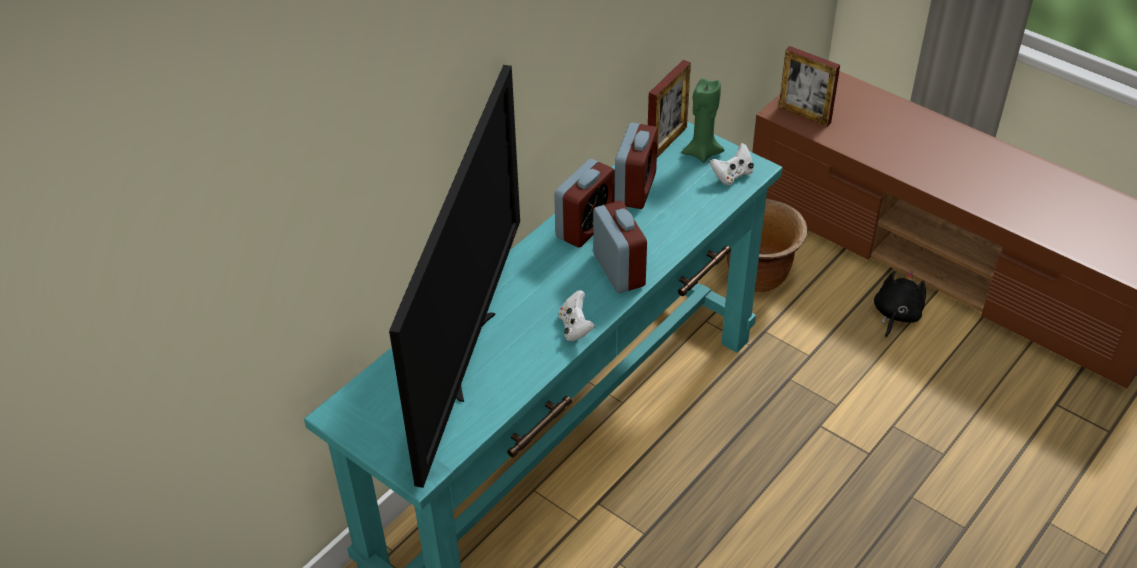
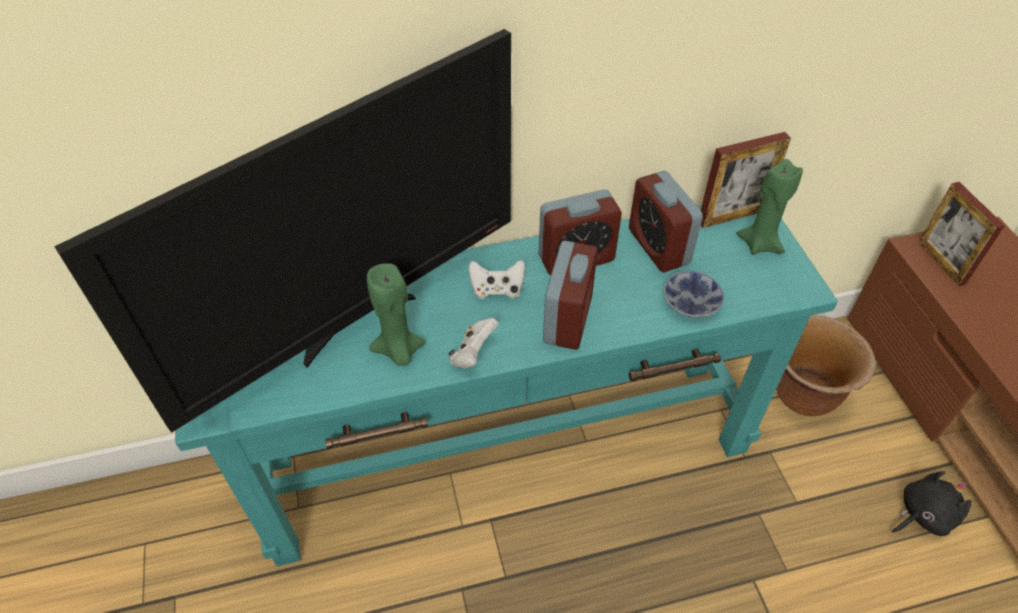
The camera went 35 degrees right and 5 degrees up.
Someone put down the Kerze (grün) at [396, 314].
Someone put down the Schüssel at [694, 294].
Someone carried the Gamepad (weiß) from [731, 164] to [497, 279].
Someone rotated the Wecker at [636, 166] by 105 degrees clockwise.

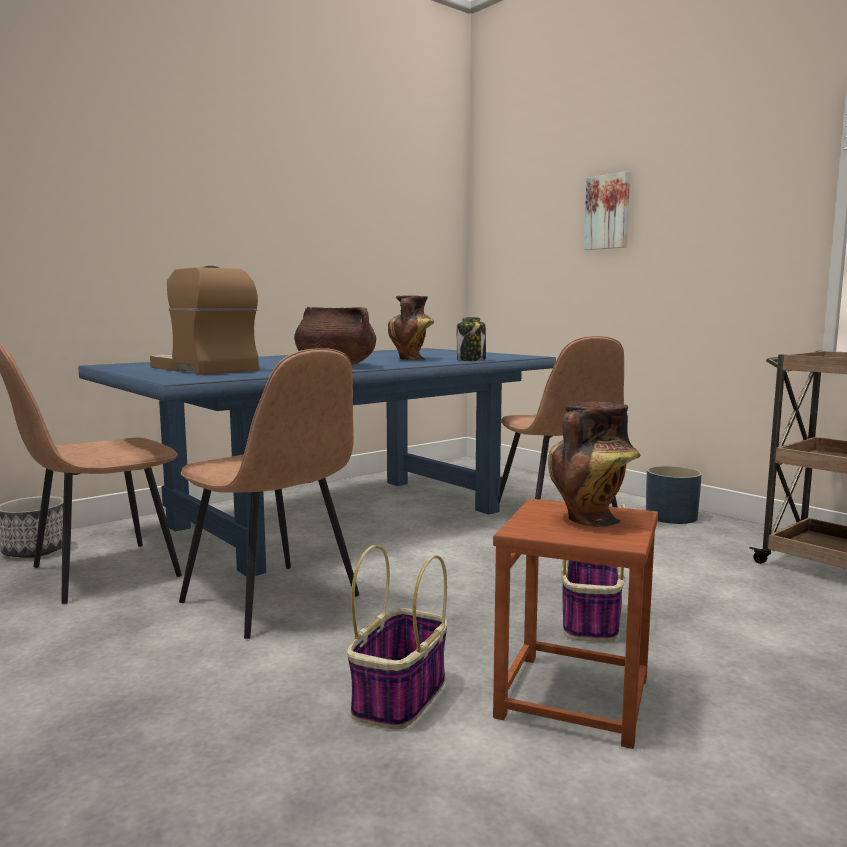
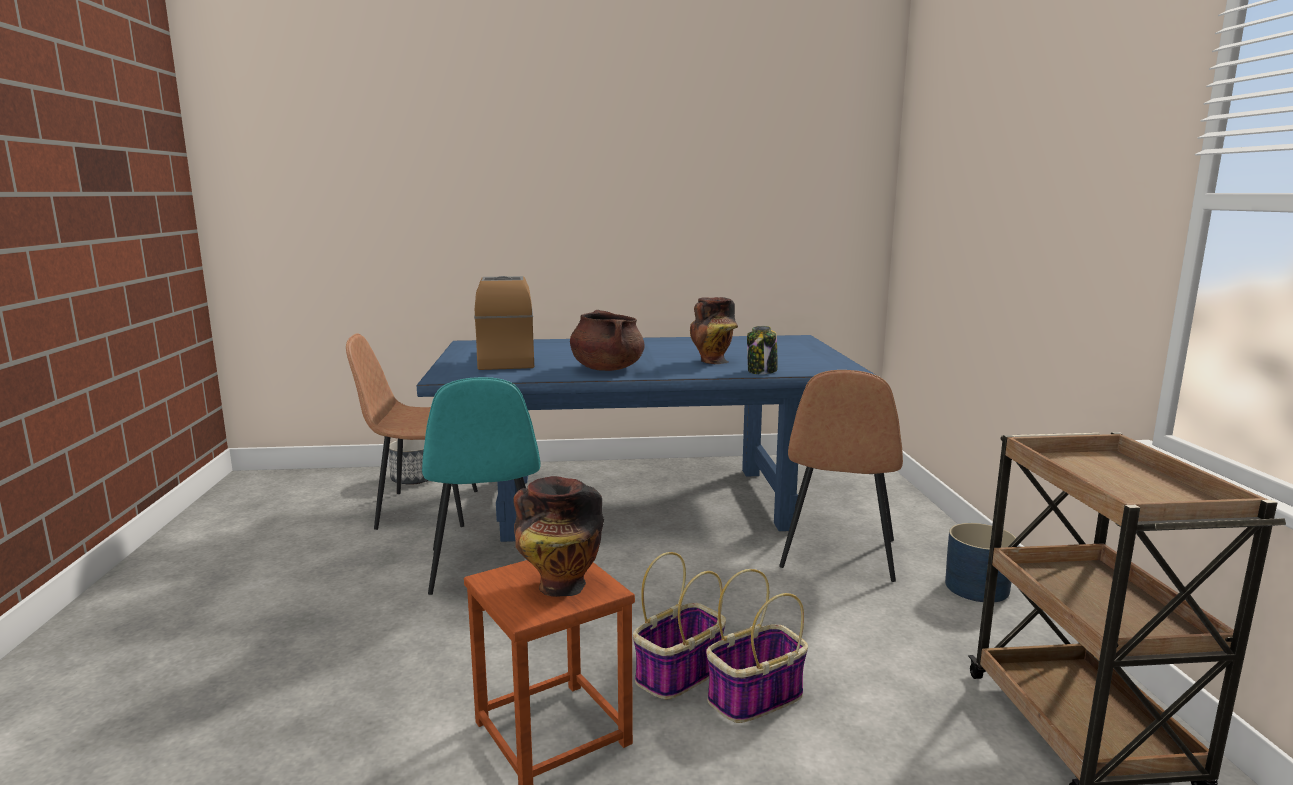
The camera went 35 degrees right and 5 degrees up.
Someone took away the Bild at [607, 210].
Someone carried the Korb from [397, 637] to [757, 646].
Someone repainted the Stuhl (braun) at [269, 493], which became the Stuhl (türkis) at [481, 486].

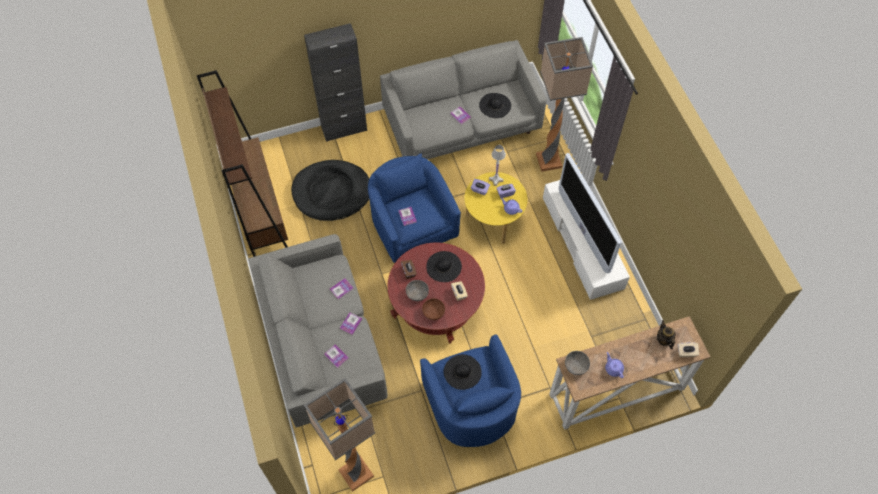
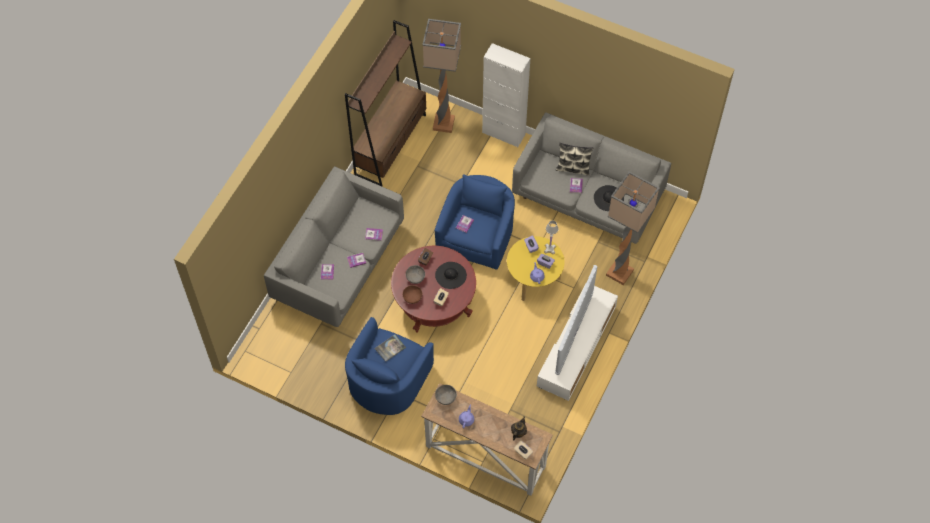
The camera went 45 degrees right and 0 degrees up.
Someone took away the Hundebett (schwarz) at [330, 190].
Someone put down the Kissen at [574, 159].
Someone carried the Stehlampe from [339, 434] to [441, 76].
Someone swapped the Hut (schwarz) at [463, 372] for the Buch at [390, 348].
Someone repainted the Schrank (schwarz) at [335, 82], which became the Schrank (weiß) at [506, 95].

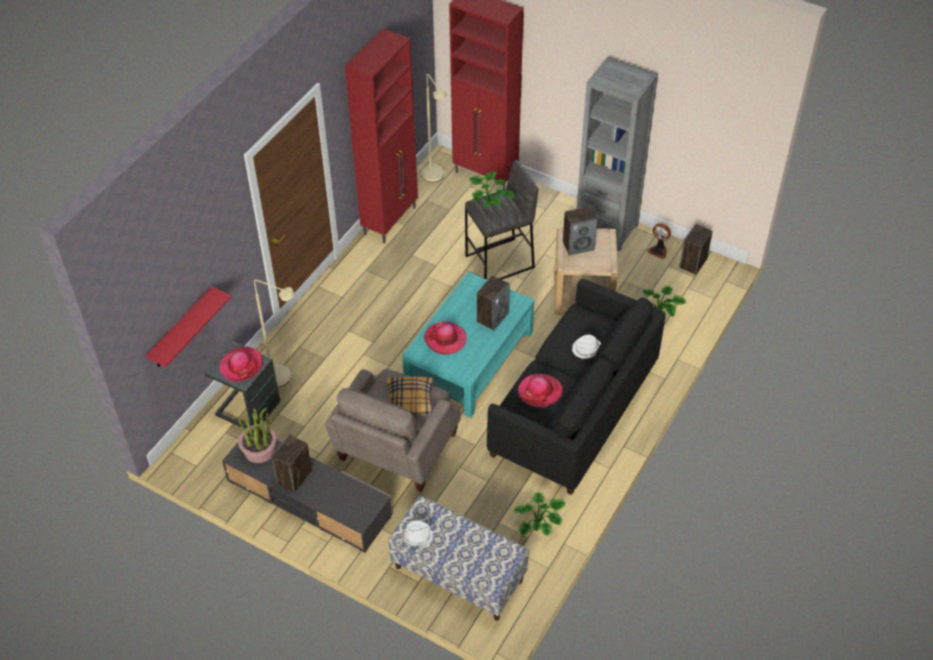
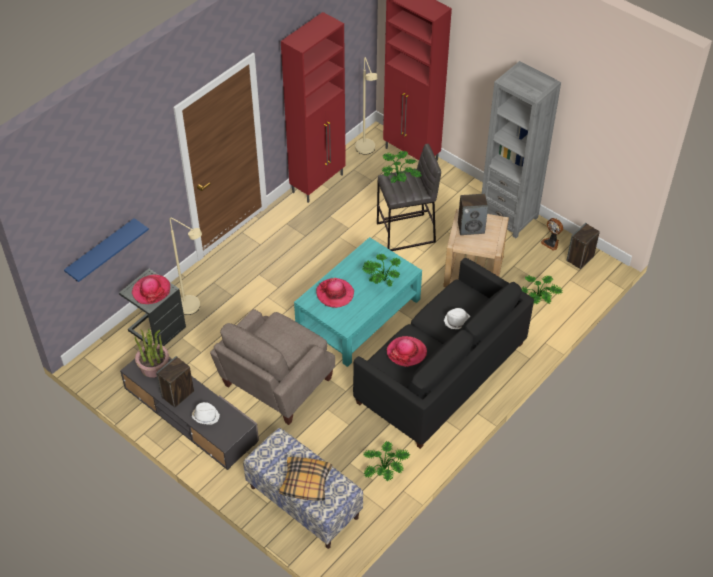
The camera went 10 degrees right and 0 degrees up.
Someone carried the Kissen from [410, 396] to [305, 479].
Someone carried the Hut (weiß) from [417, 533] to [206, 413].
Someone swapped the Lautsprecher at [493, 303] for the Topfpflanze at [382, 270].
Someone repainted the Wandregal (rot) at [188, 326], which became the Wandregal (blau) at [106, 250].

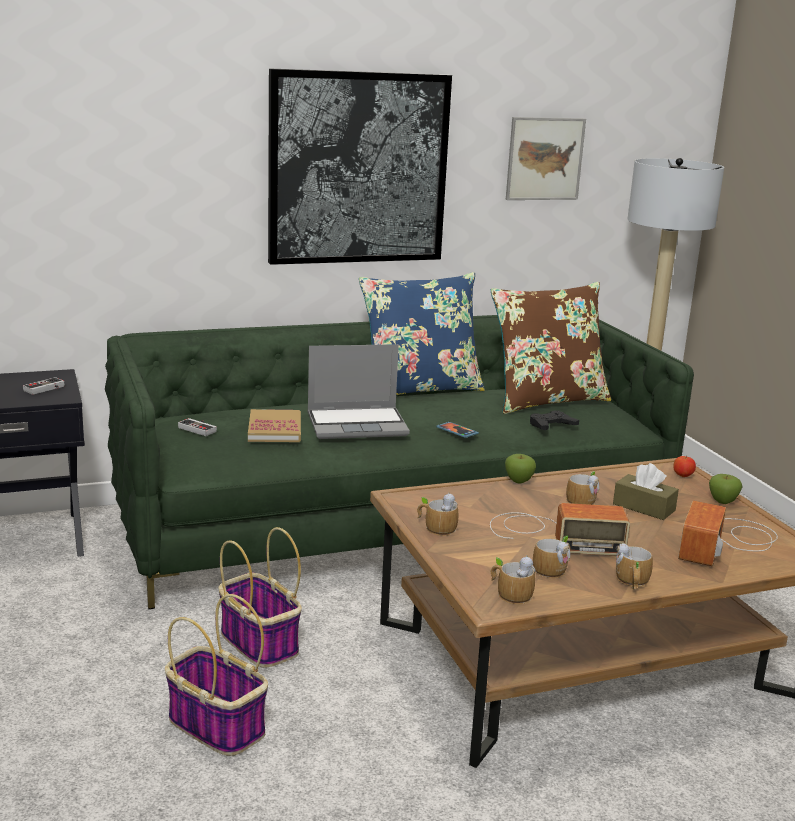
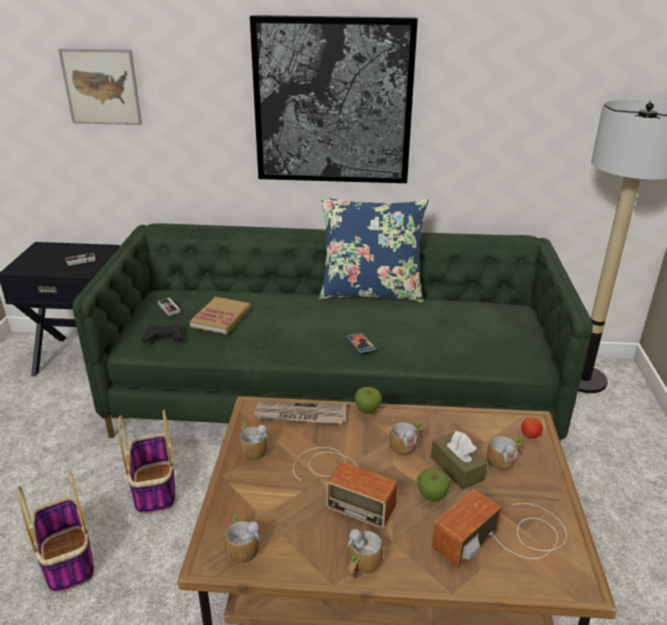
The camera went 25 degrees right and 10 degrees up.
Someone took away the Laptop at [359, 391].
Someone took away the Kissen (braun) at [551, 348].
Someone put down the Zeitung at [300, 413].
Someone carried the Bild from [546, 158] to [100, 86].
Someone carried the Gamepad (schwarz) from [554, 420] to [161, 333].
Someone carried the Henkelbecher from [552, 557] to [505, 453].
Someone carried the Apfel from [726, 489] to [434, 485].

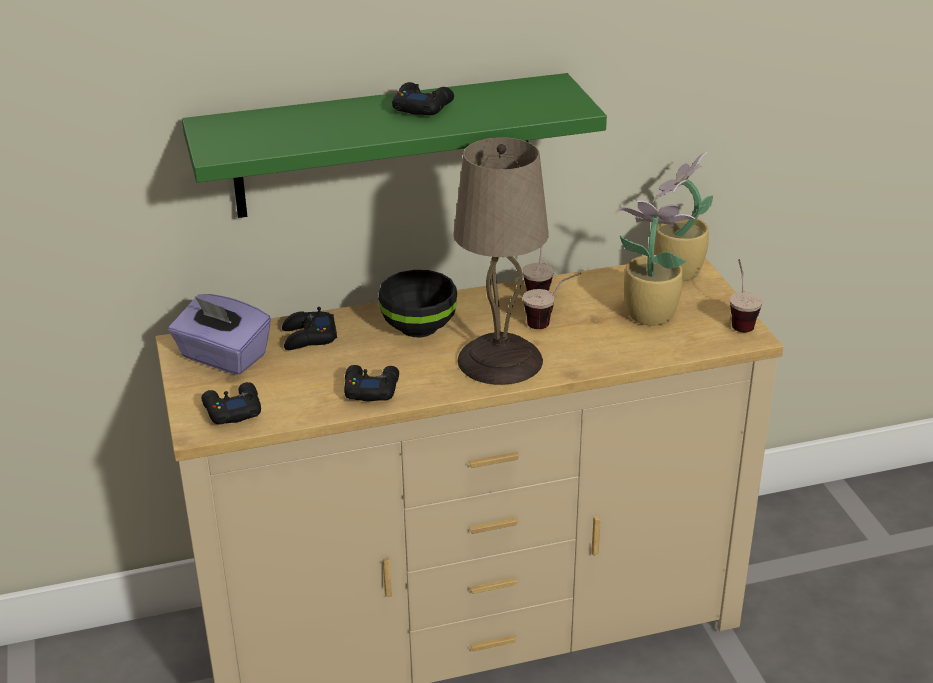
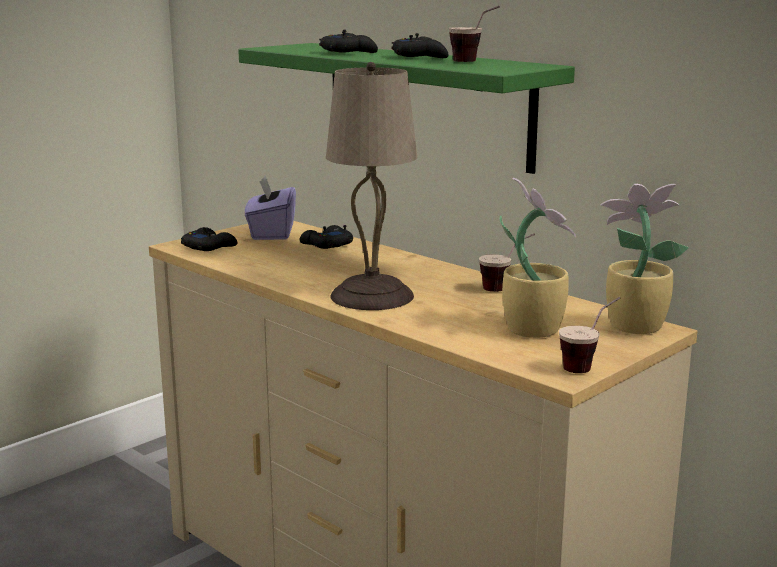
The camera went 60 degrees right and 15 degrees down.
Someone took away the Schüssel (schwarz) at [417, 303].
Someone carried the Gamepad (schwarz) from [371, 383] to [348, 41].
Someone carried the Tasse from [552, 300] to [474, 34].

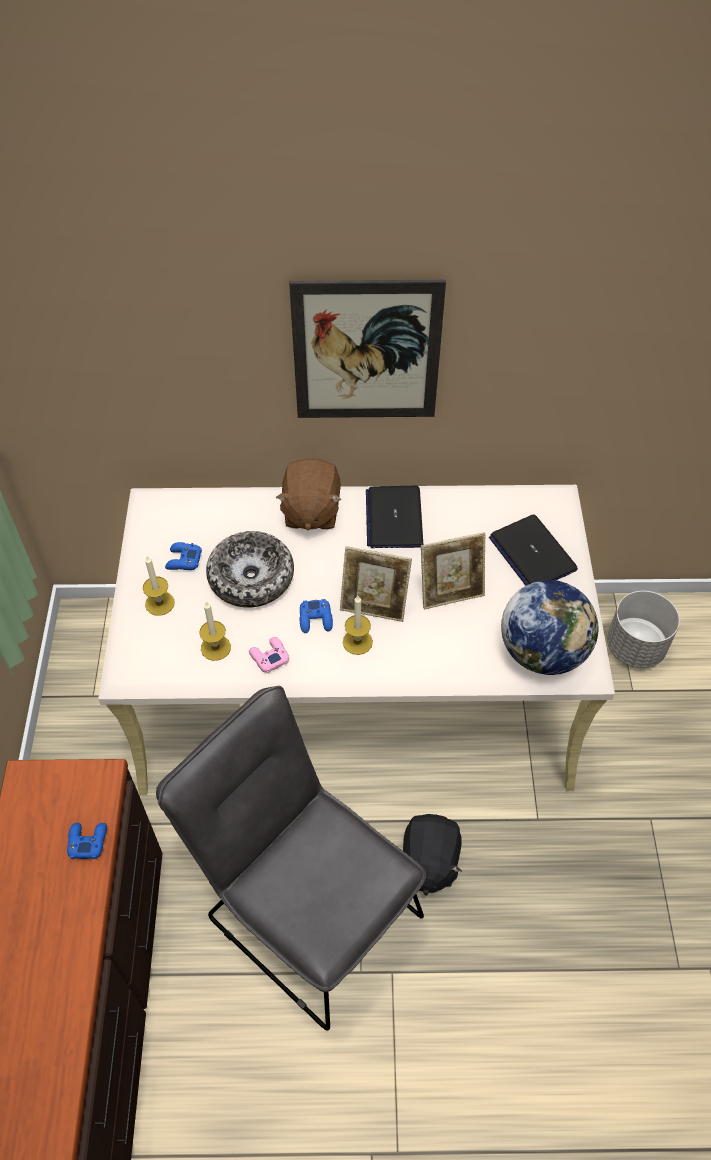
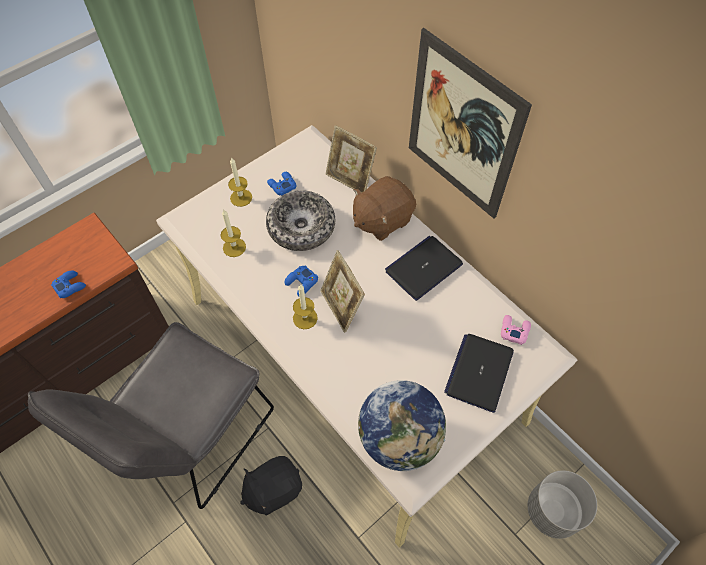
The camera went 50 degrees right and 5 degrees up.
Someone carried the Gamepad (rosa) from [269, 655] to [516, 330].
Someone carried the Bilderrahmen from [453, 570] to [351, 159].
Someone rotated the Stuhl (grau) at [291, 858] by 150 degrees counterclockwise.

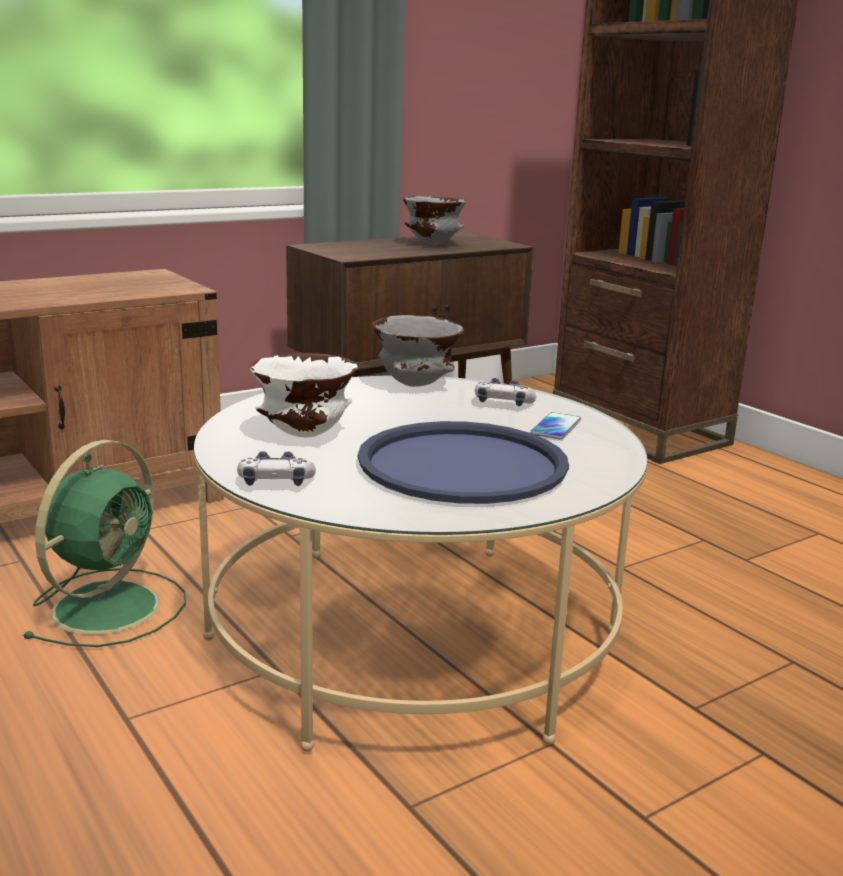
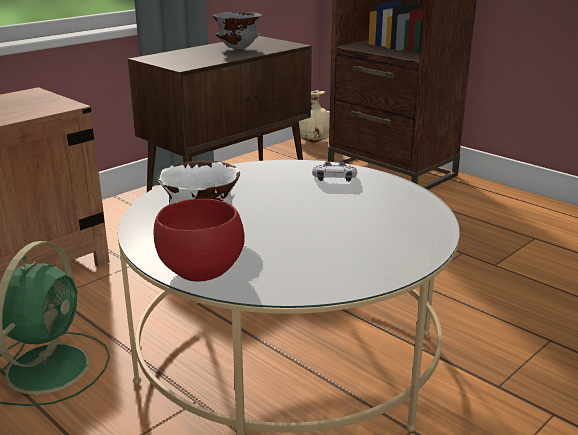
The camera went 10 degrees left and 5 degrees up.
Someone took away the Tablett (blau) at [463, 462].
Someone took away the Schüssel (grau) at [417, 351].
Someone took away the Handy at [555, 425].
Someone put down the Vase (beige) at [314, 116].
Someone swapped the Gamepad at [276, 468] for the Schüssel (rot) at [198, 240].

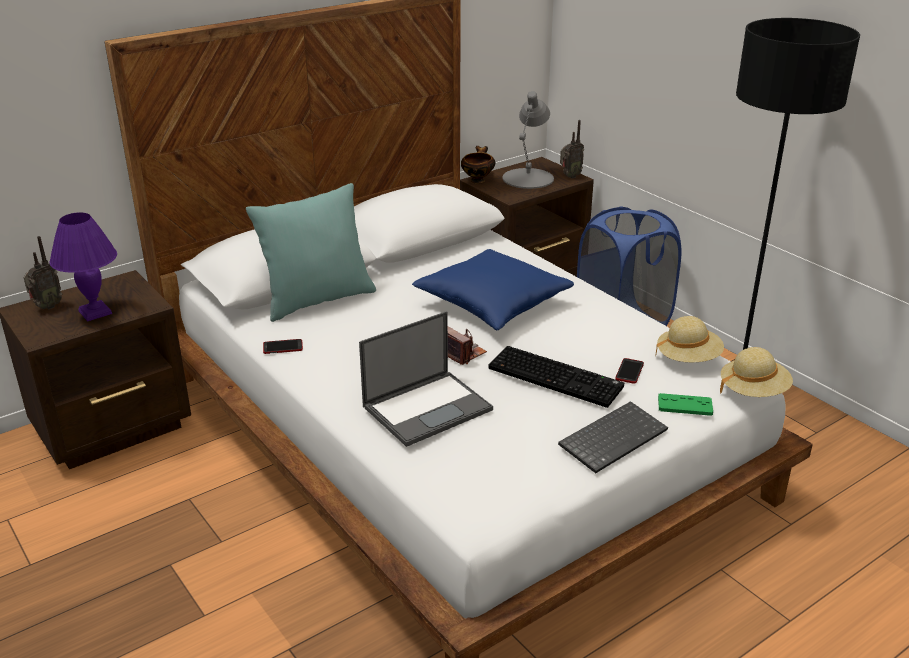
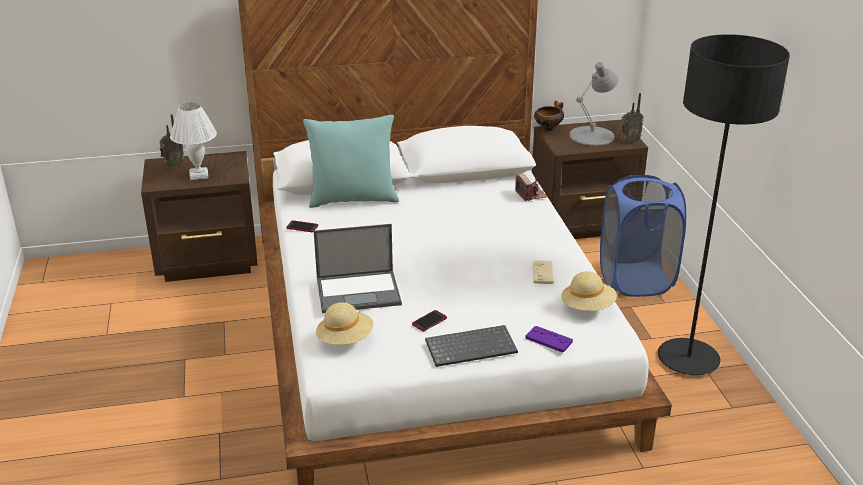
The camera went 25 degrees right and 0 degrees up.
Someone took away the Kissen (blau) at [493, 289].
Someone took away the Tastatur at [556, 377].
Someone put down the Gamepad (beige) at [543, 272].
Someone carried the Kamera from [467, 345] to [531, 187].
Someone carried the Handy from [629, 371] to [429, 320].
Someone carried the Hut (beige) from [756, 372] to [344, 323].
Someone repainted the Tischlampe (lila) at [83, 267], which became the Tischlampe (weiß) at [193, 141].
Someone repainted the Gamepad (grün) at [685, 404], which became the Gamepad (lila) at [549, 339].

